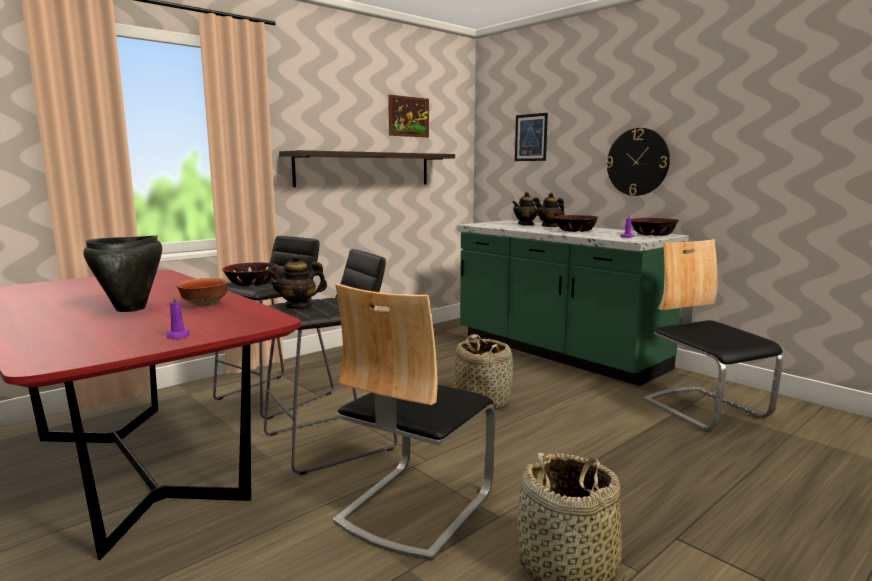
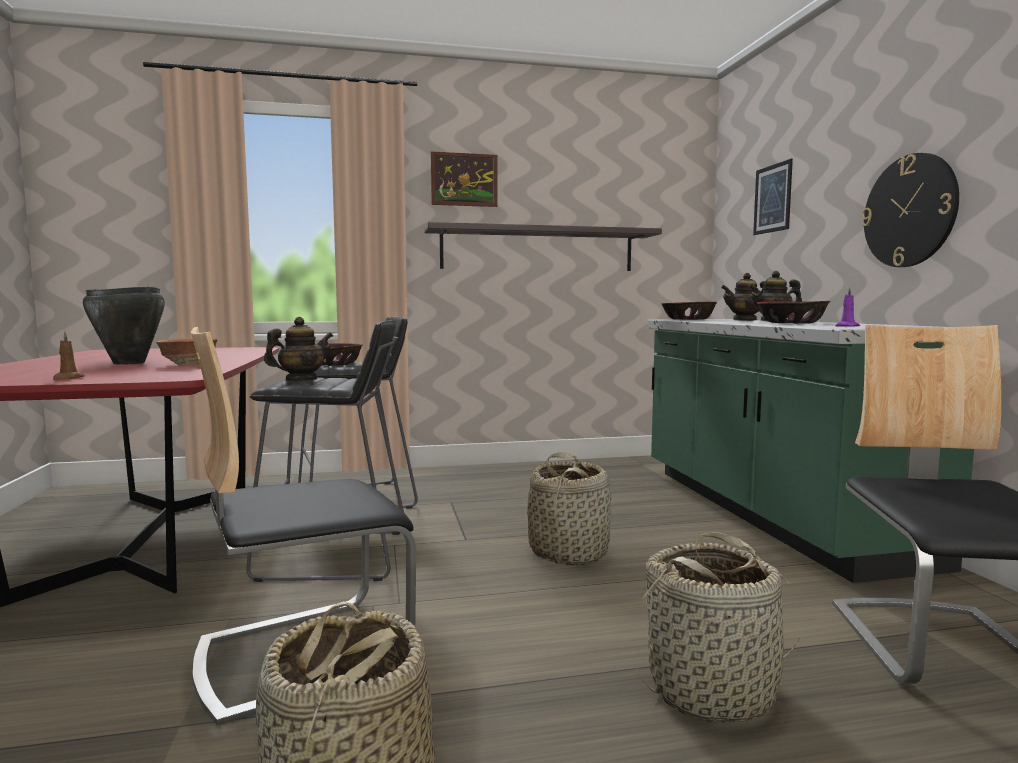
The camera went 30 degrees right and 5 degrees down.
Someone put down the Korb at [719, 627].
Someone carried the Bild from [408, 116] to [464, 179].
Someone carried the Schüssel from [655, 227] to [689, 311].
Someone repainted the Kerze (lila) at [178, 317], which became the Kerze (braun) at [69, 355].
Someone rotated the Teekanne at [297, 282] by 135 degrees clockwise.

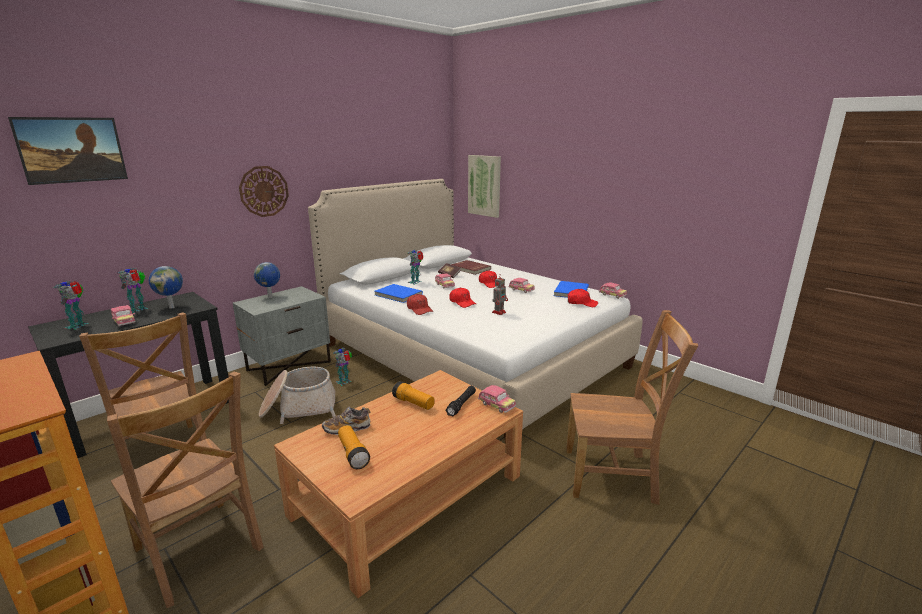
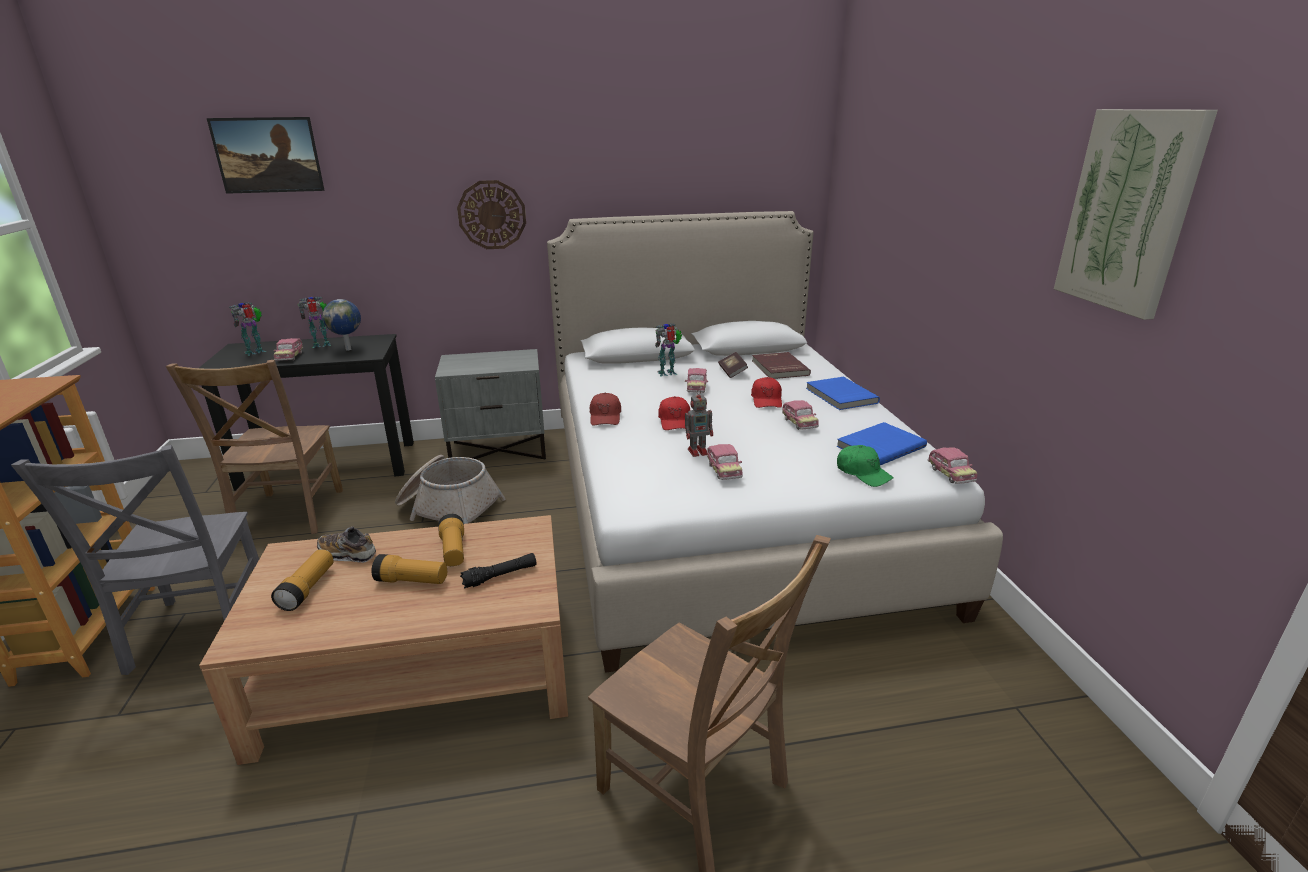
The camera went 35 degrees right and 5 degrees up.
Someone took away the Globus at [267, 280].
Someone took away the Spielzeugroboter at [342, 367].
Someone put down the Taschenlampe at [409, 569].
Someone carried the Buch (blau) from [399, 293] to [843, 393].
Someone carried the Bild from [484, 186] to [1136, 214].
Someone carried the Spielzeugauto from [497, 399] to [725, 462].
Someone repainted the Stuhl (braun) at [185, 490], which became the Stuhl (grau) at [135, 560].
Someone repainted the Kappe (rot) at [583, 298], which became the Kappe (grün) at [865, 466].

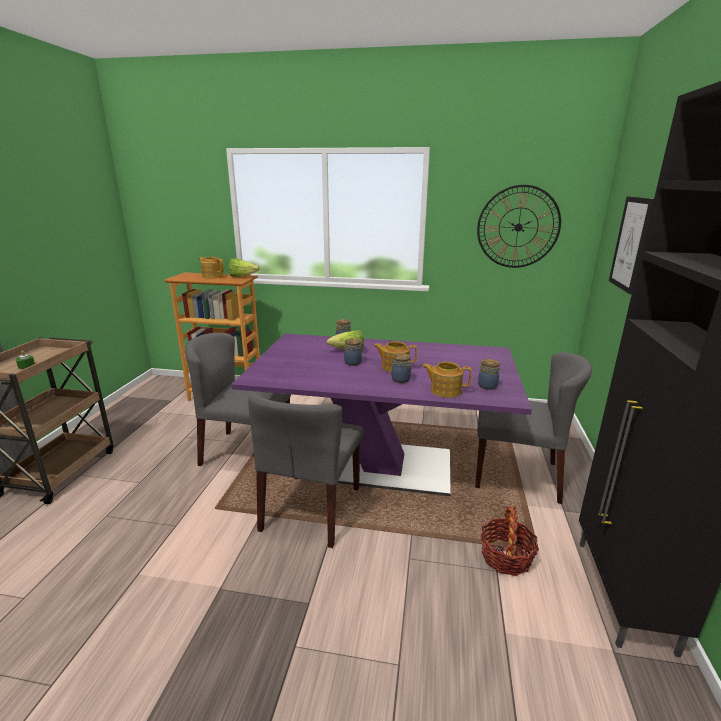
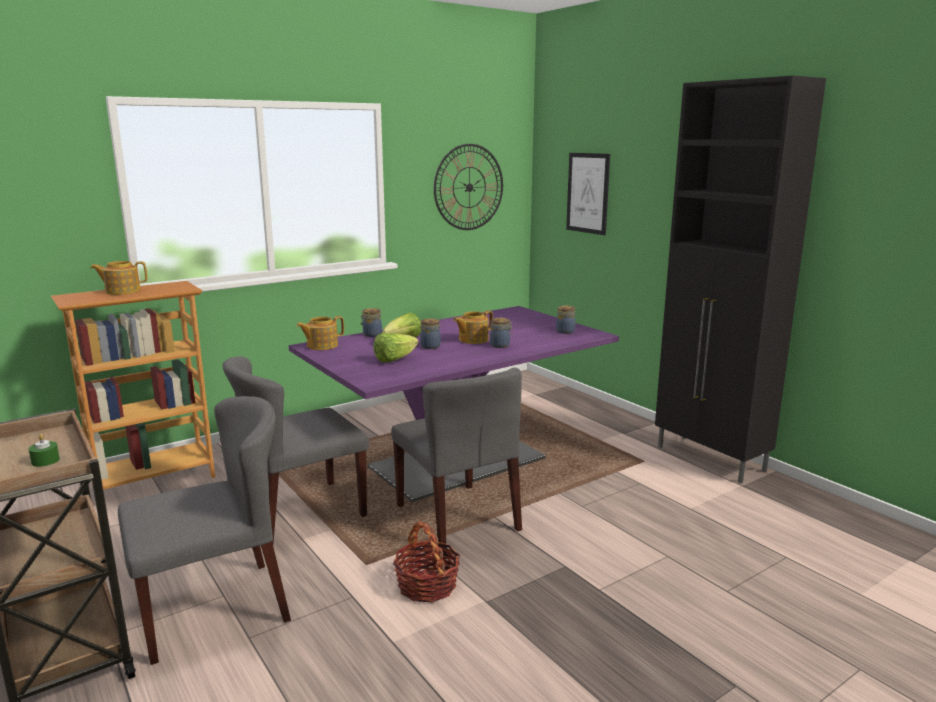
The camera went 45 degrees left and 5 degrees down.
Someone carried the Salatkopf from [243, 267] to [395, 347].
Someone carried the Teekanne from [447, 380] to [320, 333].
Someone carried the Stuhl (grau) from [533, 428] to [204, 530].
Someone carried the Korb from [510, 541] to [426, 561].

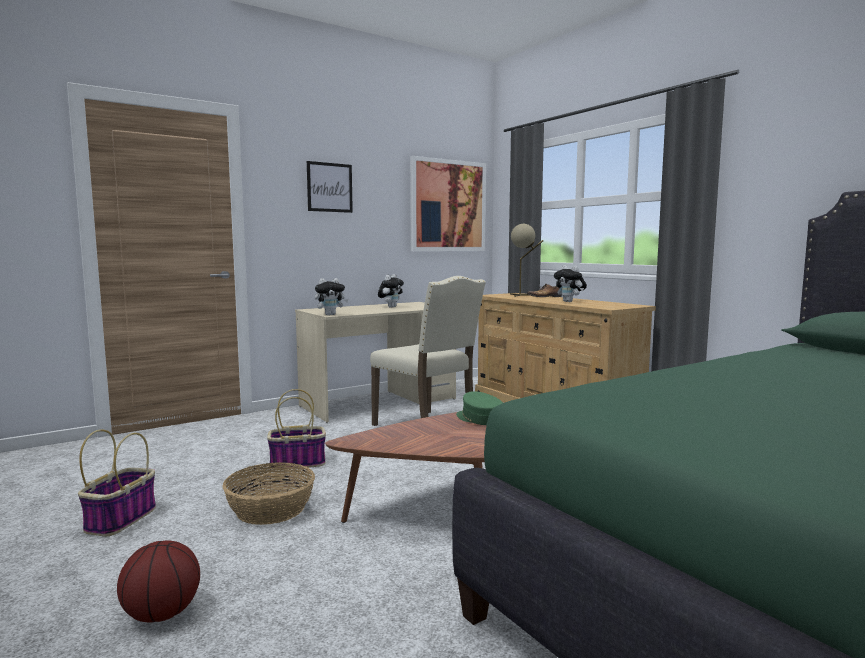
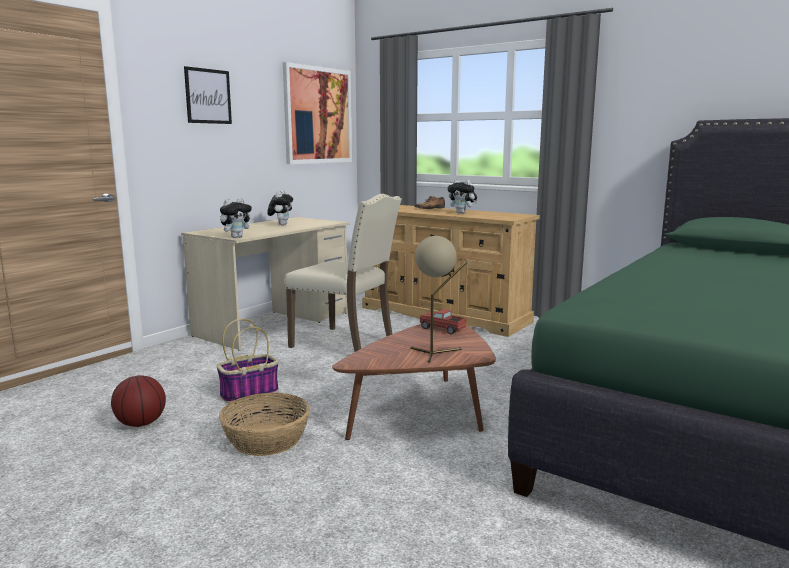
The camera went 20 degrees left and 5 degrees up.
Someone took away the Korb at [117, 483].
Someone carried the Basketball from [158, 581] to [138, 401].
Someone carried the Tischlampe (beige) from [526, 260] to [439, 299].
Someone swapped the Kappe (grün) at [479, 408] for the Spielzeuglaster at [443, 321].

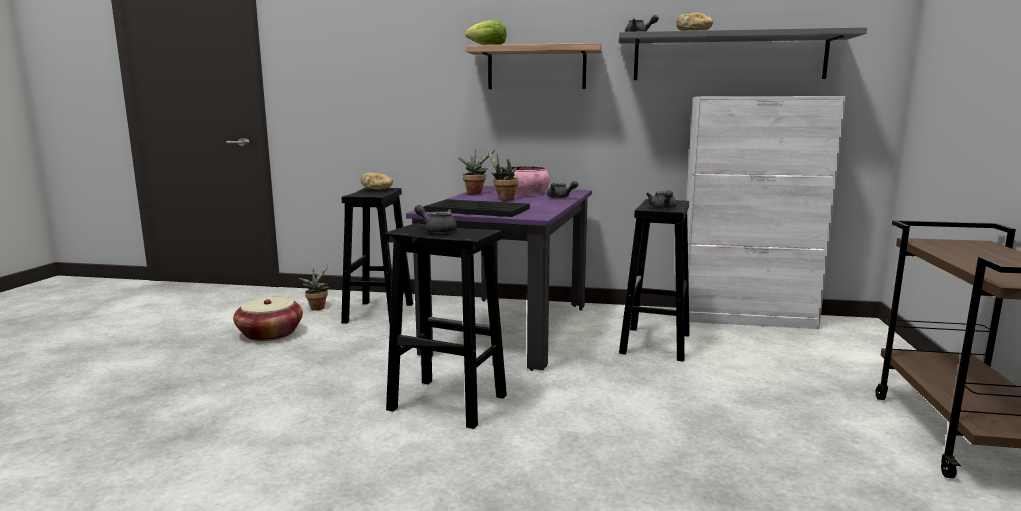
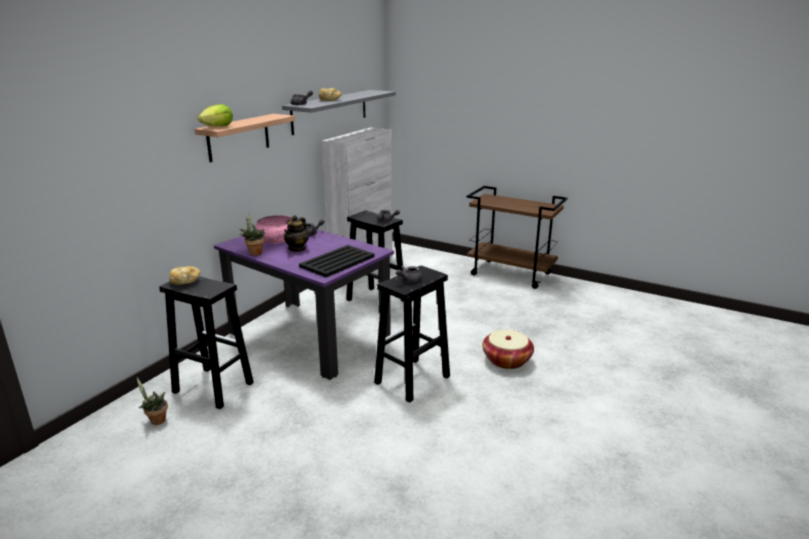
The camera went 70 degrees left and 10 degrees up.
Someone carried the Korb from [268, 319] to [508, 349].
Someone swapped the Topfpflanze at [503, 176] for the Teekanne at [296, 233].

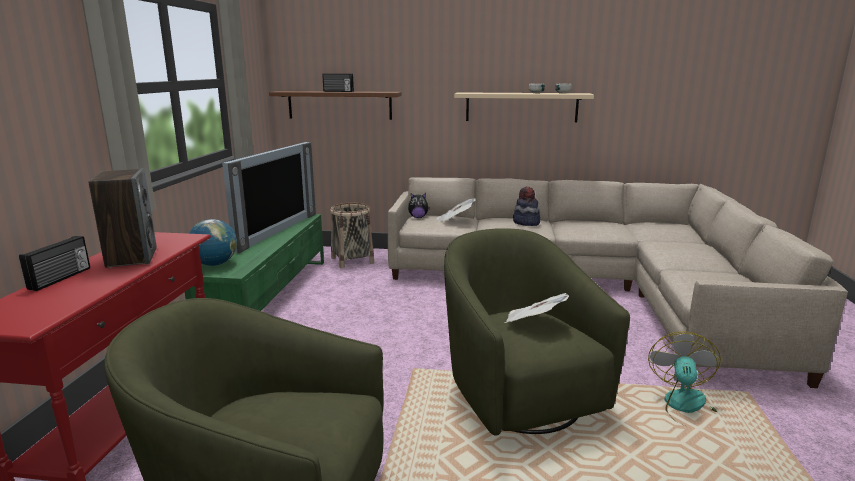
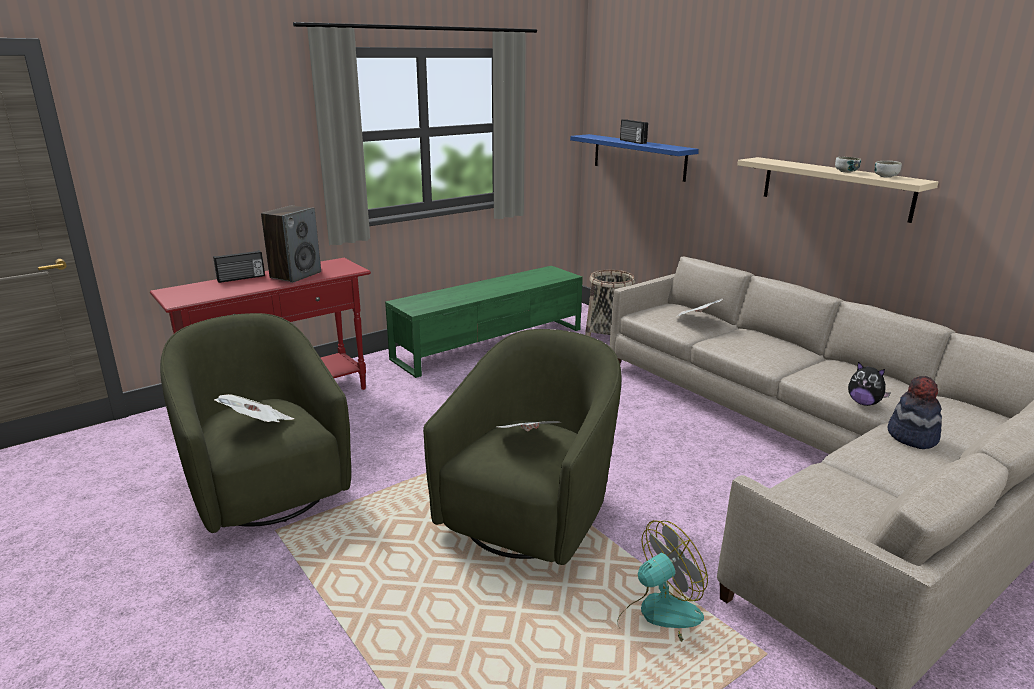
The camera went 45 degrees right and 5 degrees up.
Someone took away the Globus at [213, 242].
Someone took away the Fernseher at [269, 197].
Someone put down the Zeitung at [254, 408].
Someone carried the Plüschtier from [419, 205] to [869, 384].
Someone carried the Hut from [526, 206] to [915, 412].
Someone repainted the Wandregal (braun) at [335, 105], which became the Wandregal (blau) at [634, 158].

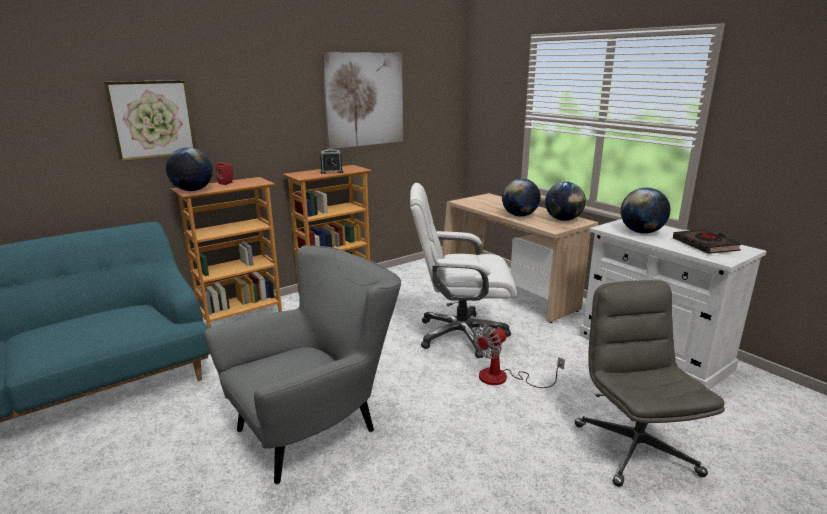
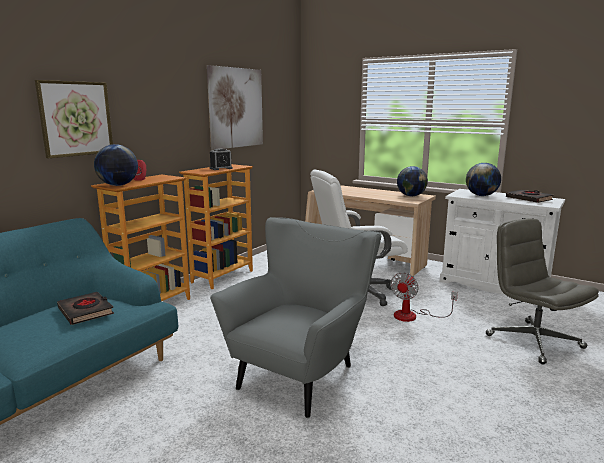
The camera went 20 degrees left and 5 degrees down.
Someone took away the Globus at [521, 197].
Someone put down the Buch (schwarz) at [85, 308].

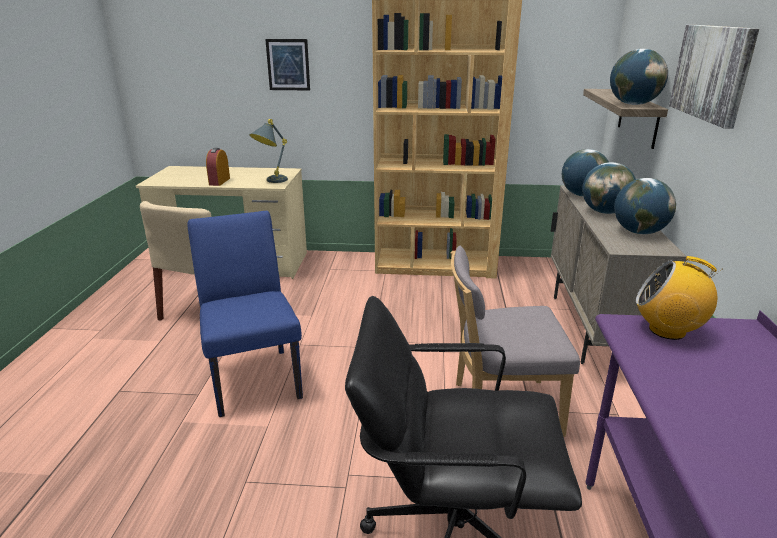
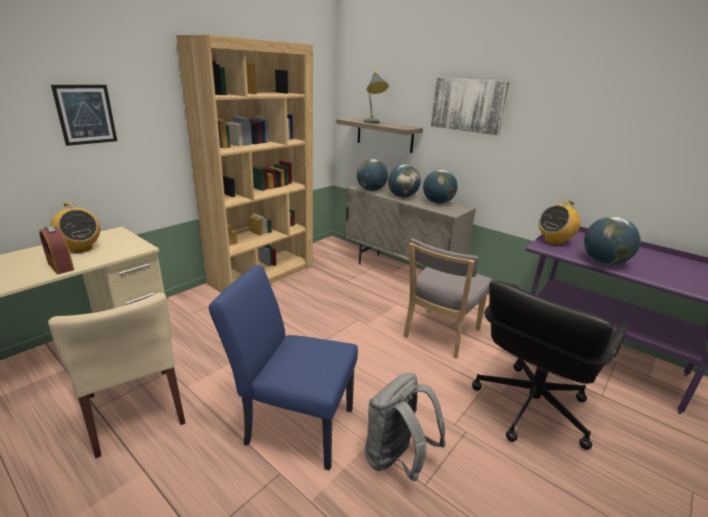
The camera went 55 degrees left and 0 degrees up.
Someone put down the Radio at [75, 227].
Someone put down the Rucksack (grau) at [405, 427].
Someone carried the Tischlampe (grau) from [268, 151] to [376, 97].
Someone carried the Globus from [639, 77] to [612, 240].

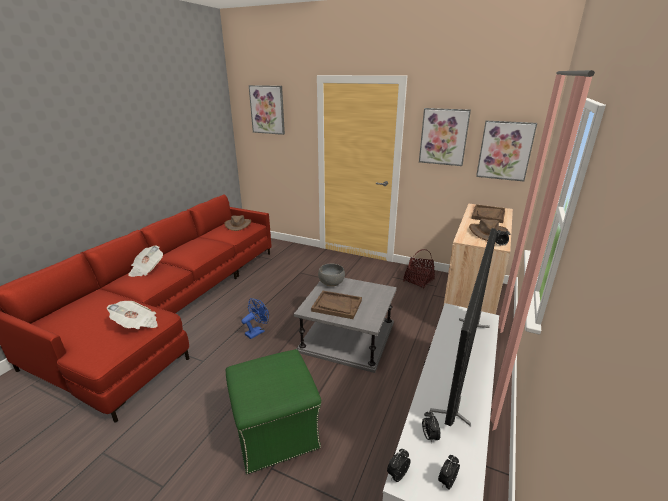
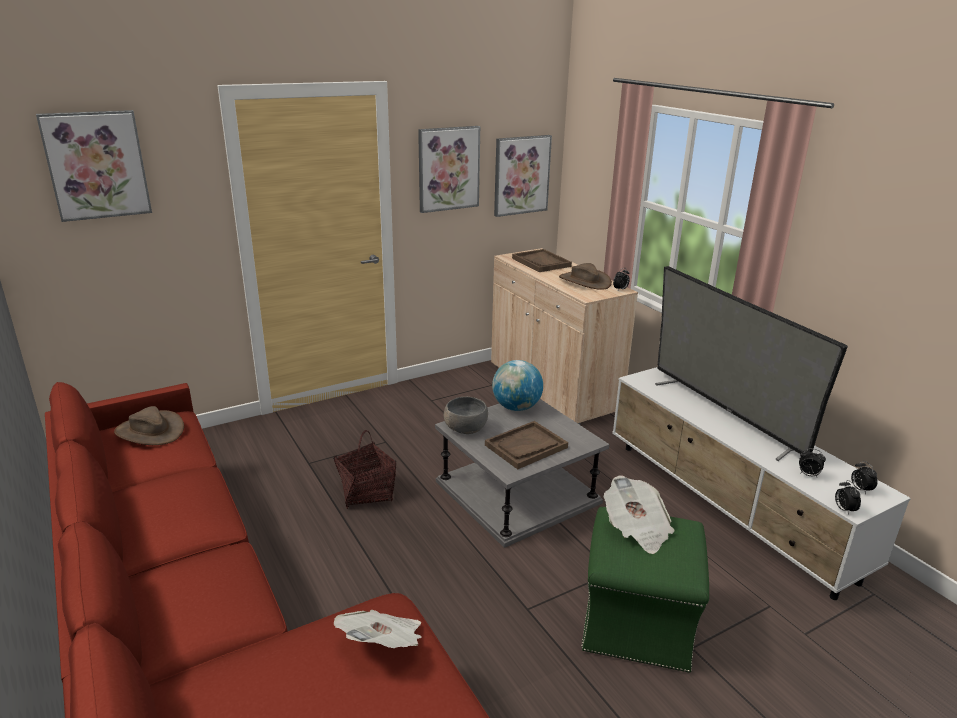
The camera went 55 degrees left and 0 degrees up.
Someone took away the Ventilator (blau) at [255, 318].
Someone put down the Globus at [517, 385].
Someone carried the Zeitung from [145, 261] to [639, 514].
Someone carried the Korb from [419, 268] to [365, 469].

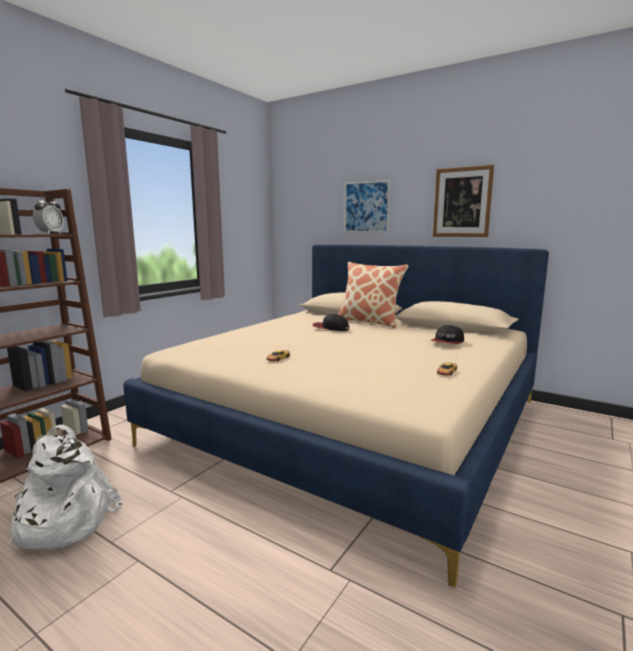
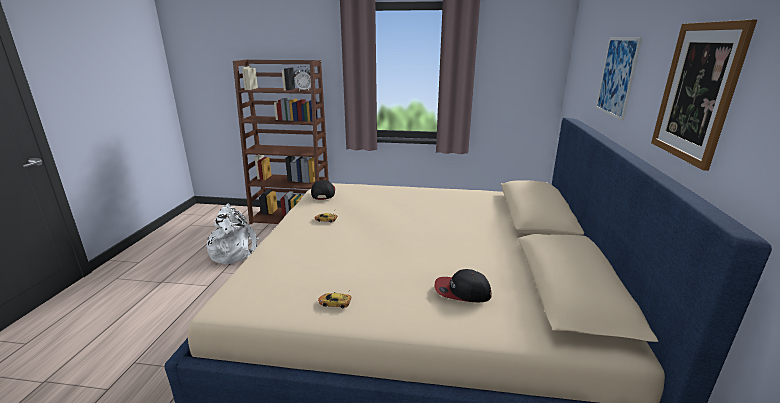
The camera went 65 degrees right and 10 degrees up.
Someone took away the Kissen at [373, 295].
Someone carried the Kappe from [330, 322] to [323, 190].

